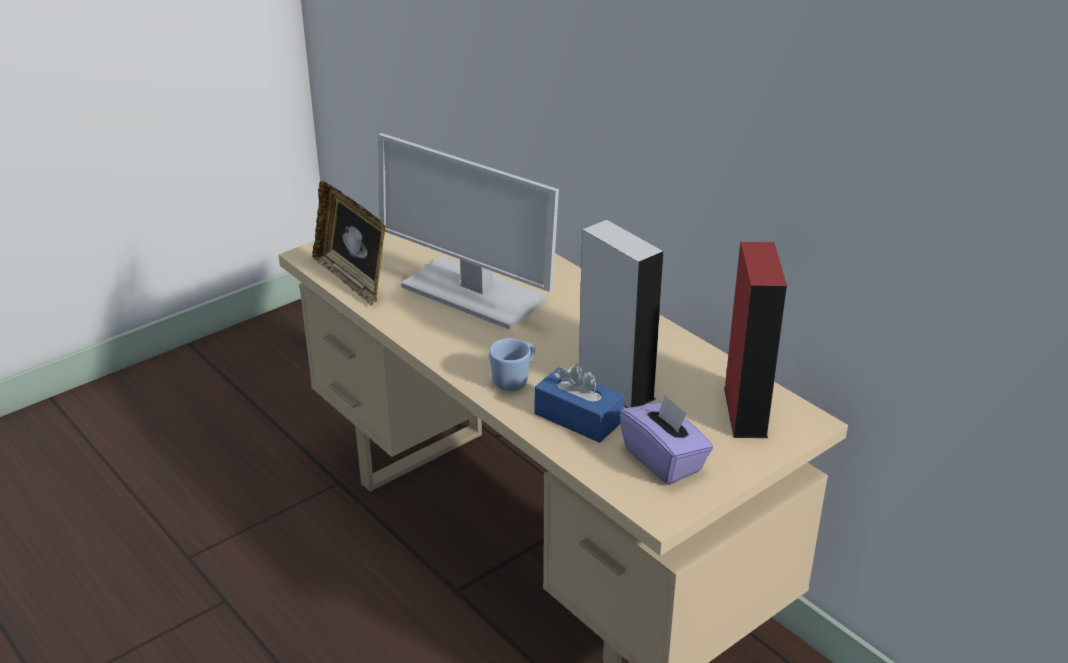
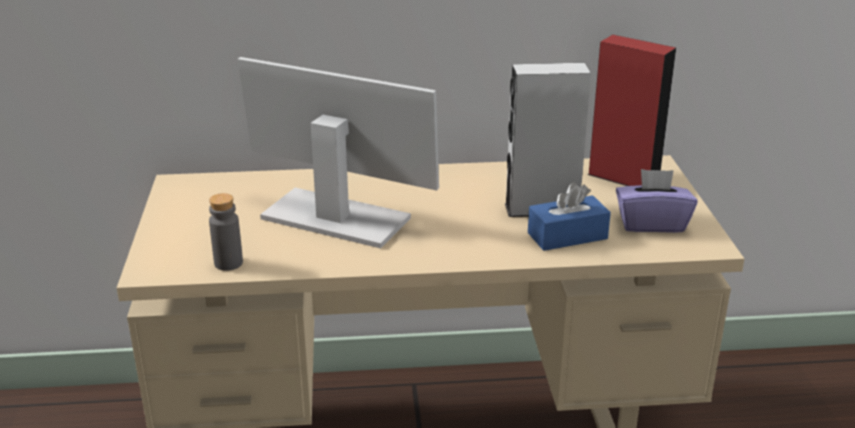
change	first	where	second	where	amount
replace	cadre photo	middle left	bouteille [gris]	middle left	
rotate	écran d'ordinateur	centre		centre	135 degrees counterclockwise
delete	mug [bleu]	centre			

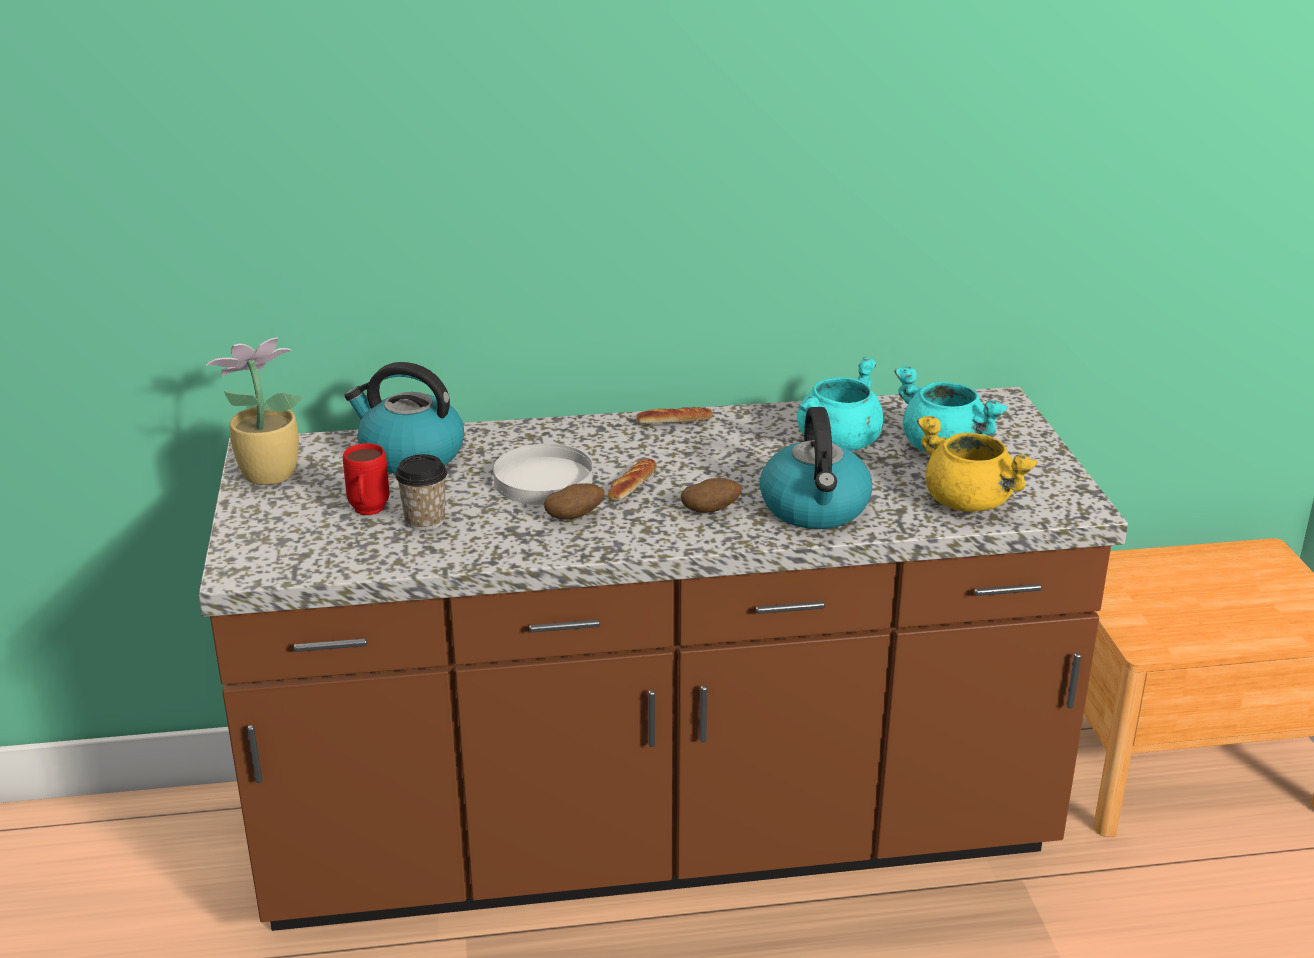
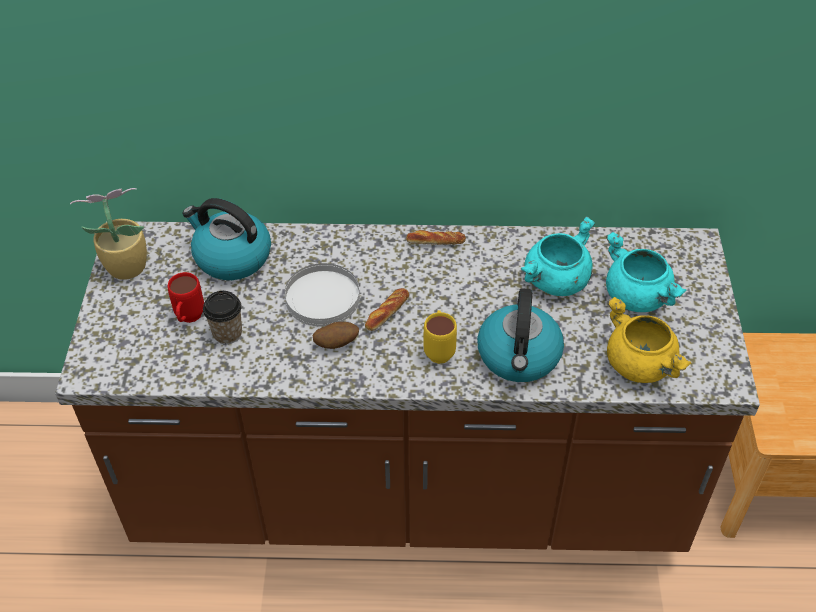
change	first	where	second	where	amount
replace	pomme de terre (2nd from left)	centre	mug [jaune]	centre	

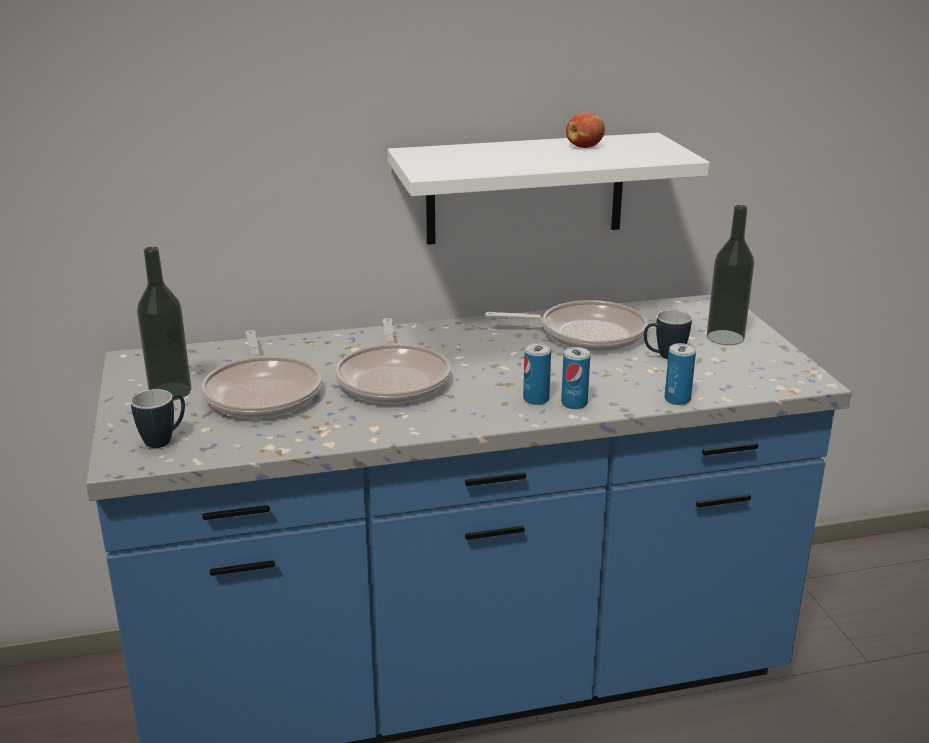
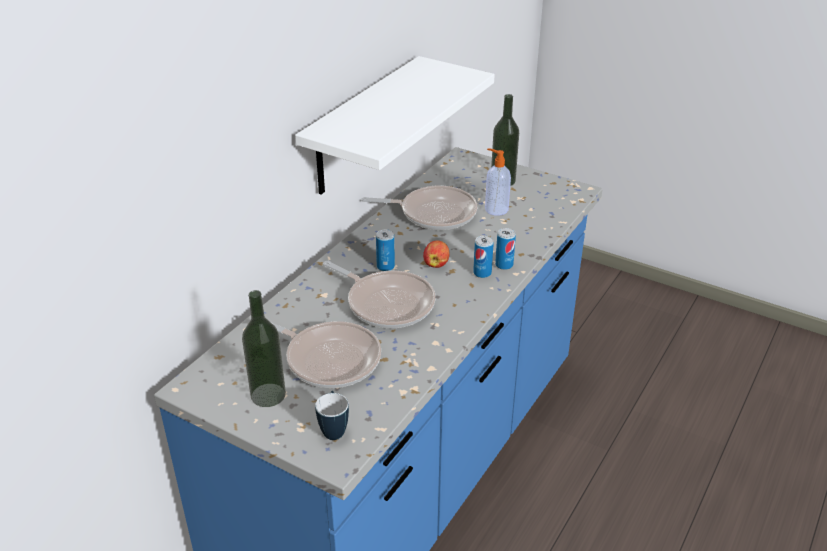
change	first	where	second	where	amount
rotate	poêle (3rd from left)	centre		centre	45 degrees clockwise
move	pomme	top centre		centre	
replace	mug (2nd from left)	middle right	distributeur de savon	top centre	
move	boîte métallique (3rd from left in the first image)	middle right	boîte métallique (1st from left)	centre	

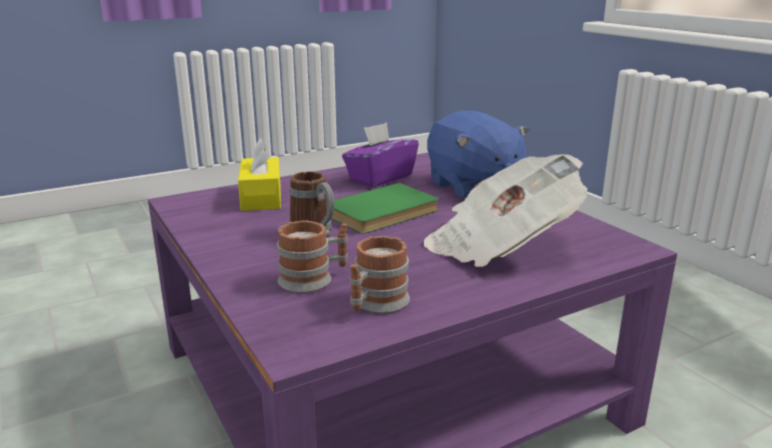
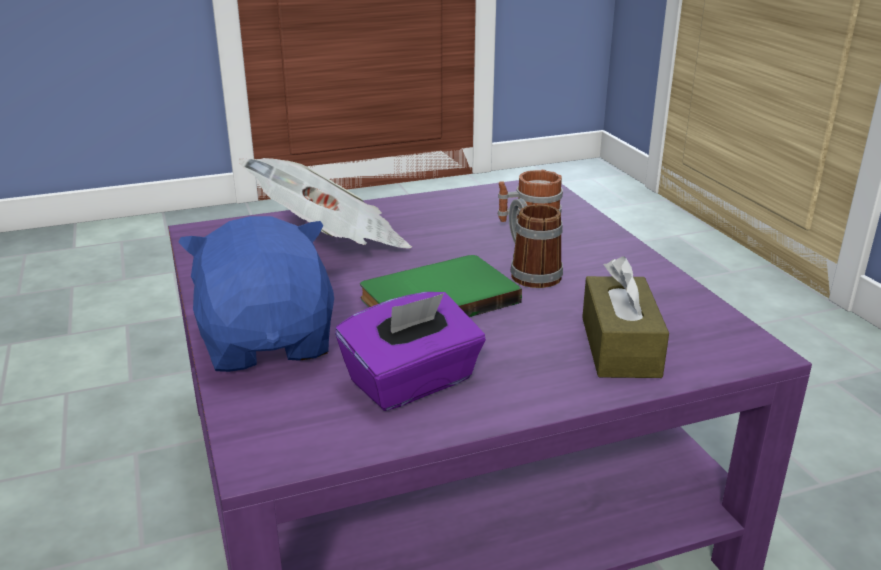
change	first	where	second	where	amount
recolor	boîte à mouchoirs [jaune]	centre	boîte à mouchoirs [marron]	middle right	
delete	mug (3rd from left)	centre			

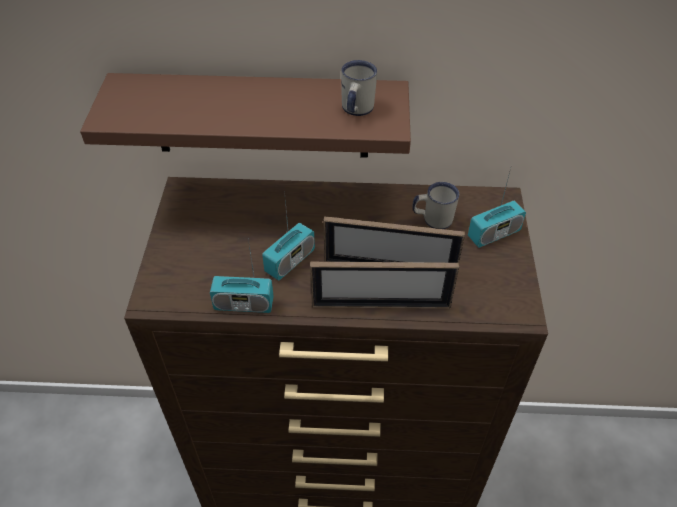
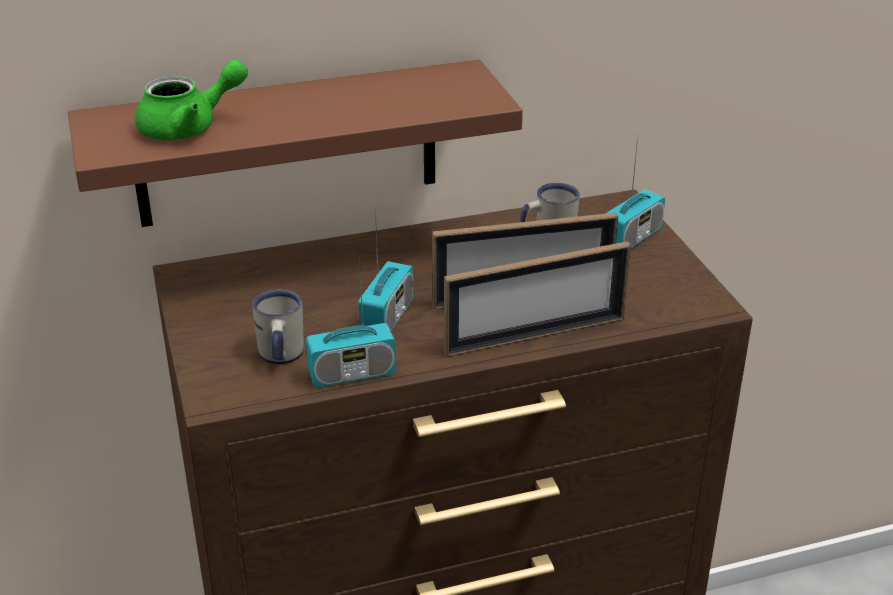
change	first	where	second	where	amount
move	mug [blanc] (1st from left)	top centre		middle left	
insert			théière [vert]	top left	

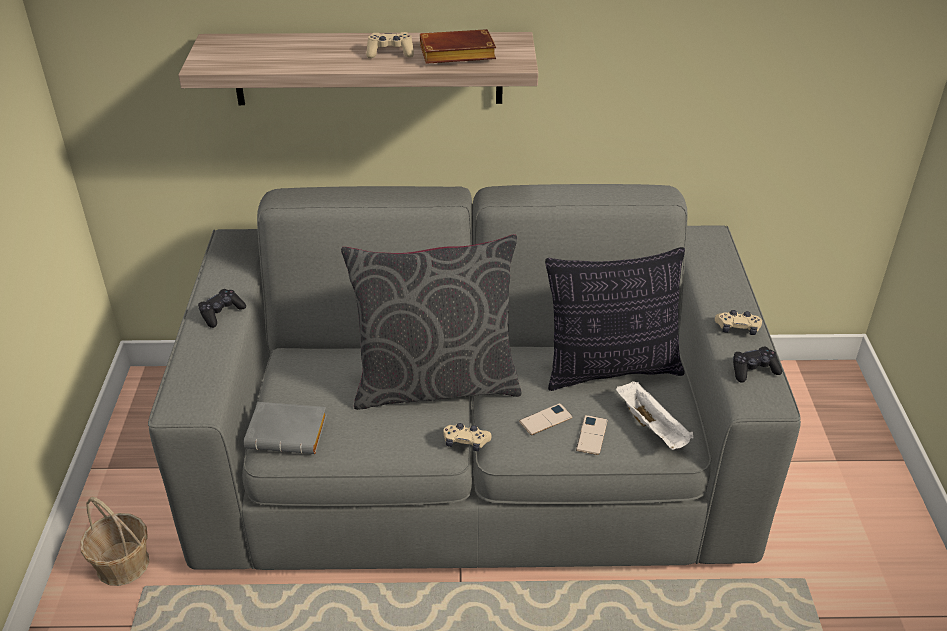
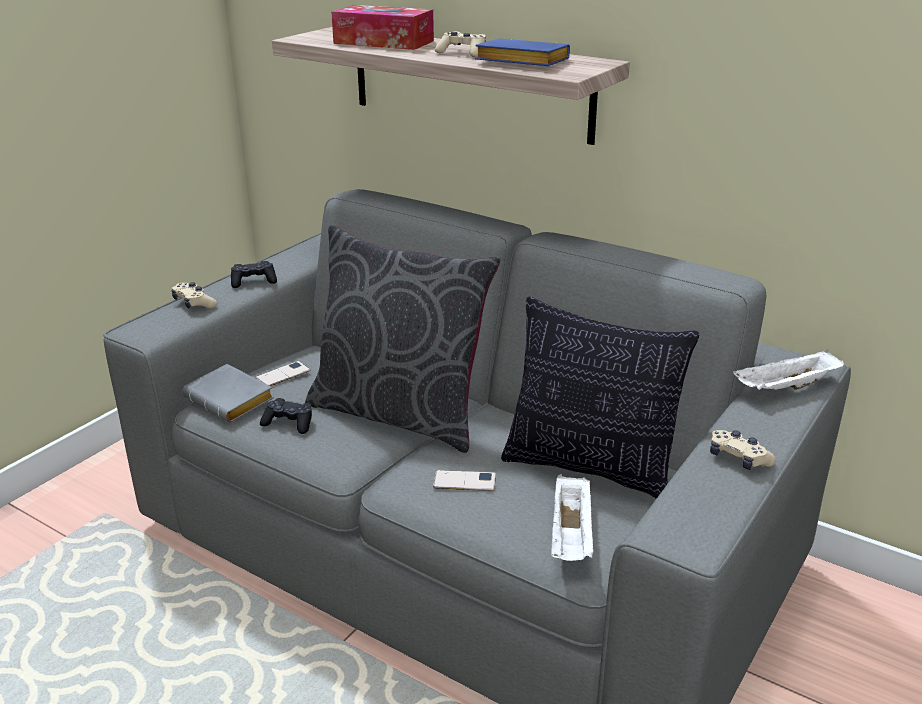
change	first	where	second	where	amount
delete	panier	bottom left			
recolor	livre [marron]	top centre	livre [bleu]	top centre	
move	manette [beige] (2nd from left in the first image)	bottom centre	manette [beige] (1st from left)	middle left	
move	téléphone (2nd from left in the first image)	bottom centre	téléphone (1st from left)	middle left	
move	manette [noir] (2nd from left)	middle right		middle left	
insert			boîte à mouchoirs	top centre	
insert			plateau [blanc] (2nd from left)	middle right	

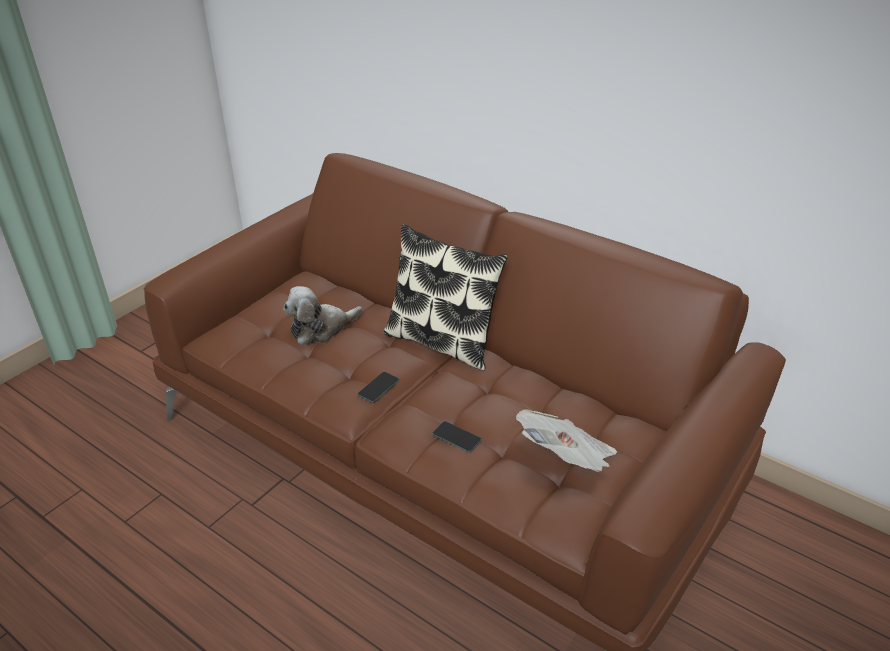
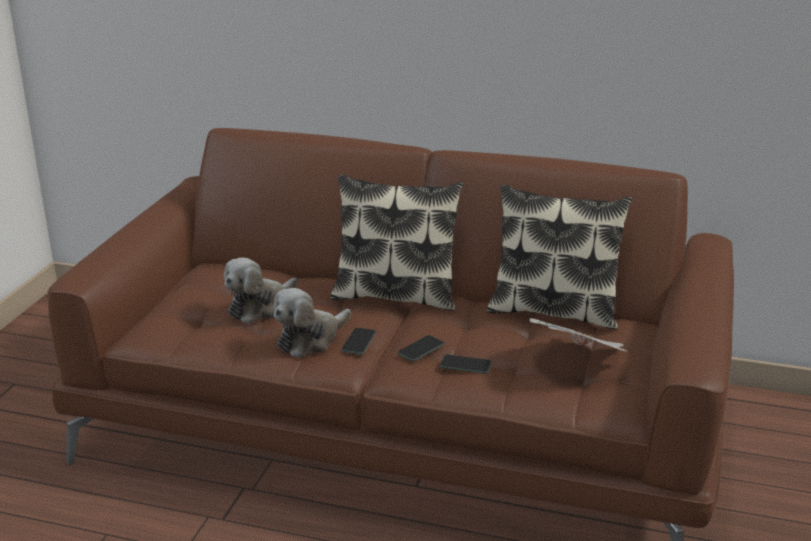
change	first	where	second	where	amount
insert			peluche (2nd from left)	centre	
insert			téléphone (2nd from left)	centre	
insert			coussin (2nd from left)	middle right	

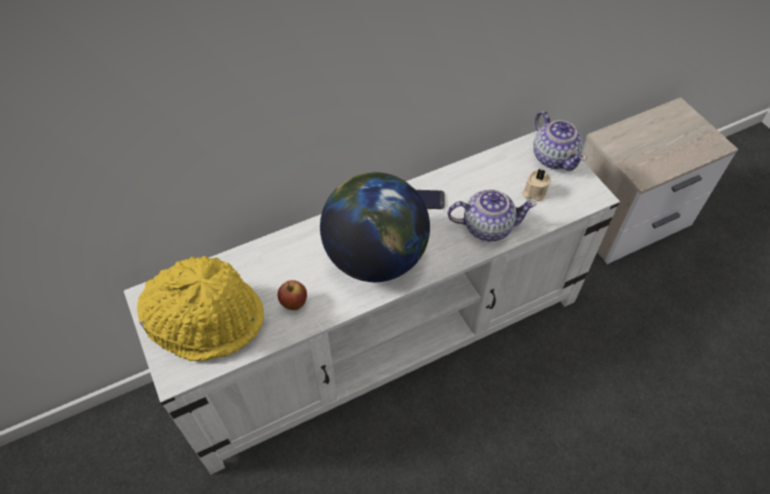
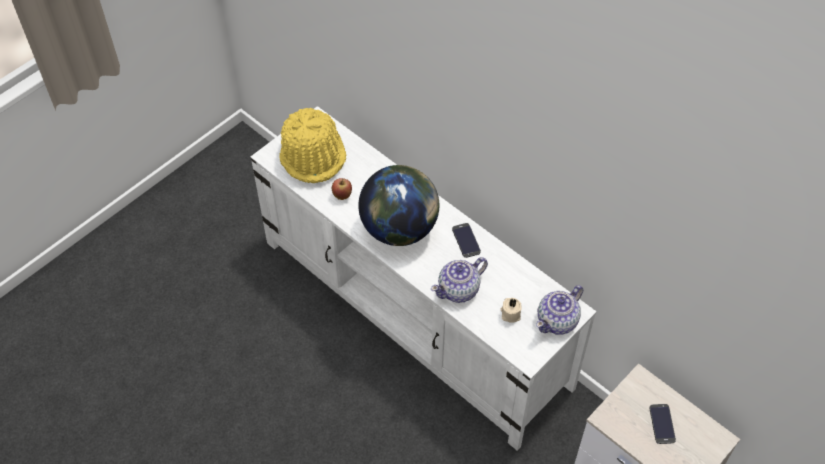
change	first	where	second	where	amount
rotate	théière (1st from left)	centre		centre	75 degrees clockwise
insert			téléphone (2nd from left)	bottom right	

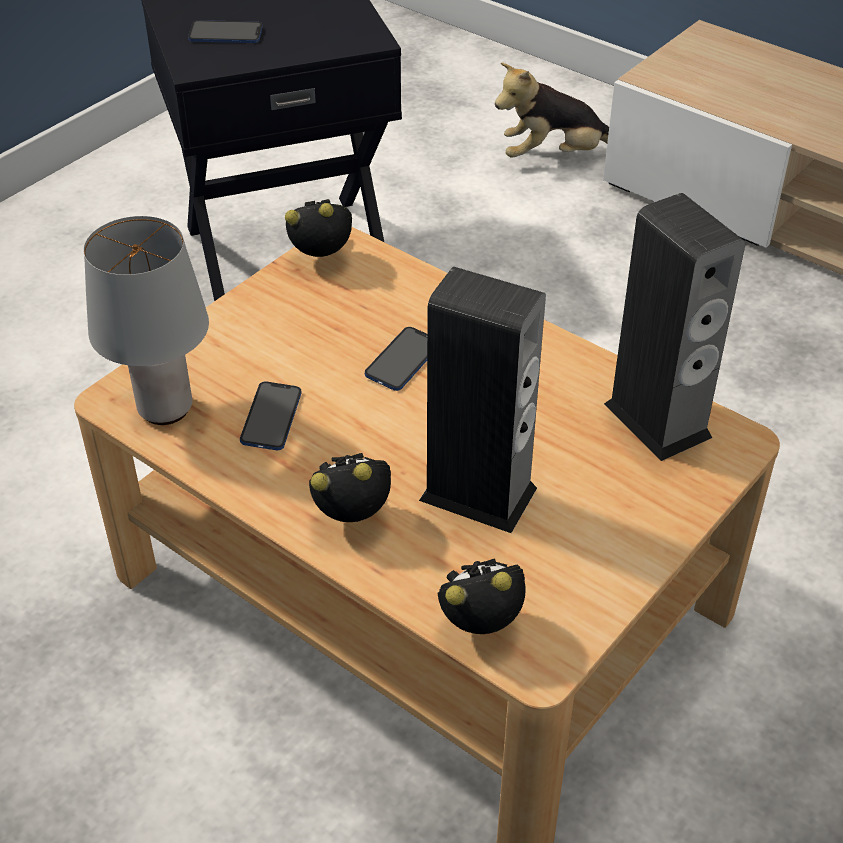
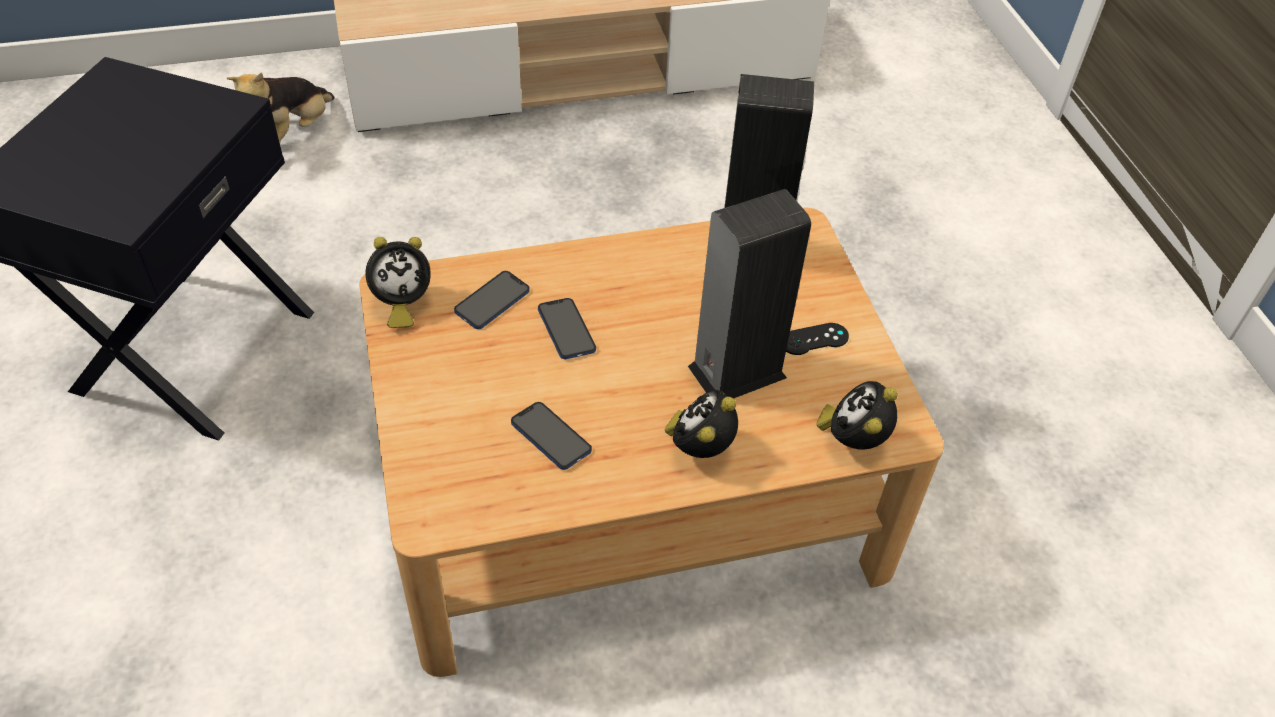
change	first	where	second	where	amount
delete	lampe de table [gris]	middle left			
move	téléphone (1st from left)	top left		centre	
rotate	réveil (1st from left)	top centre		middle left	150 degrees counterclockwise
insert			manette [noir]	centre	

